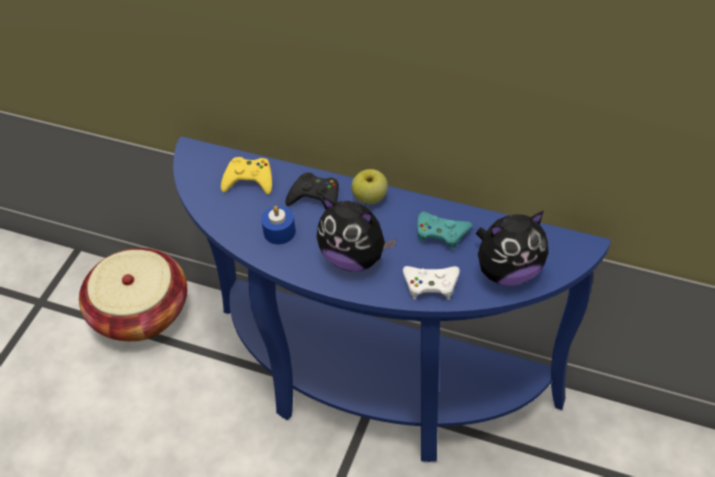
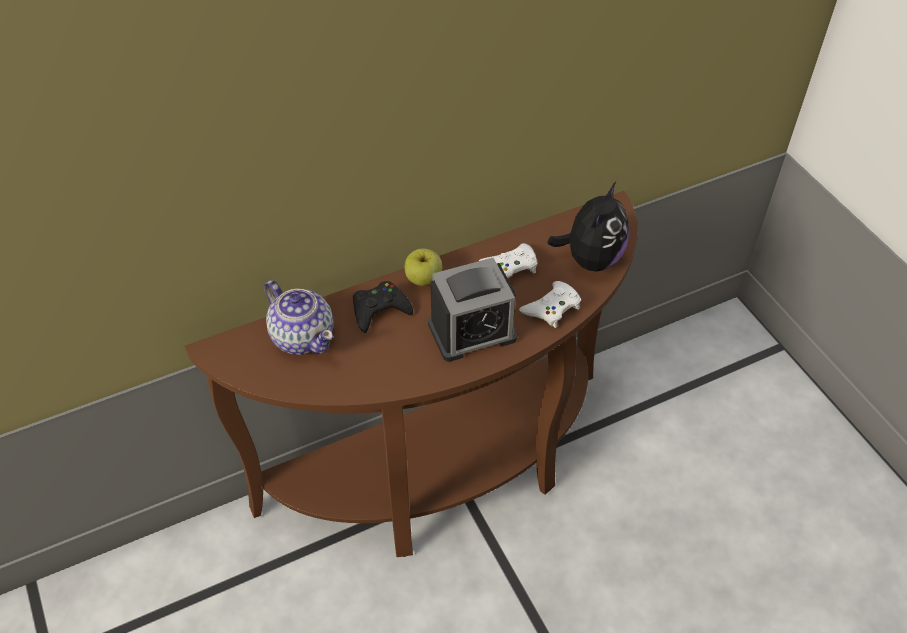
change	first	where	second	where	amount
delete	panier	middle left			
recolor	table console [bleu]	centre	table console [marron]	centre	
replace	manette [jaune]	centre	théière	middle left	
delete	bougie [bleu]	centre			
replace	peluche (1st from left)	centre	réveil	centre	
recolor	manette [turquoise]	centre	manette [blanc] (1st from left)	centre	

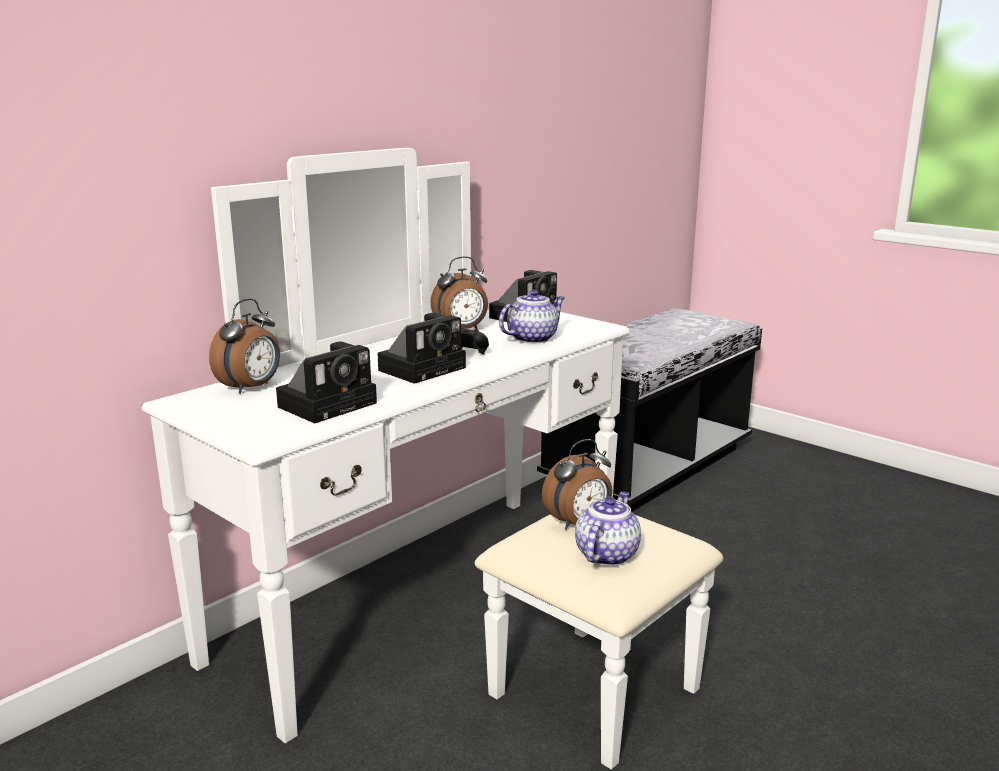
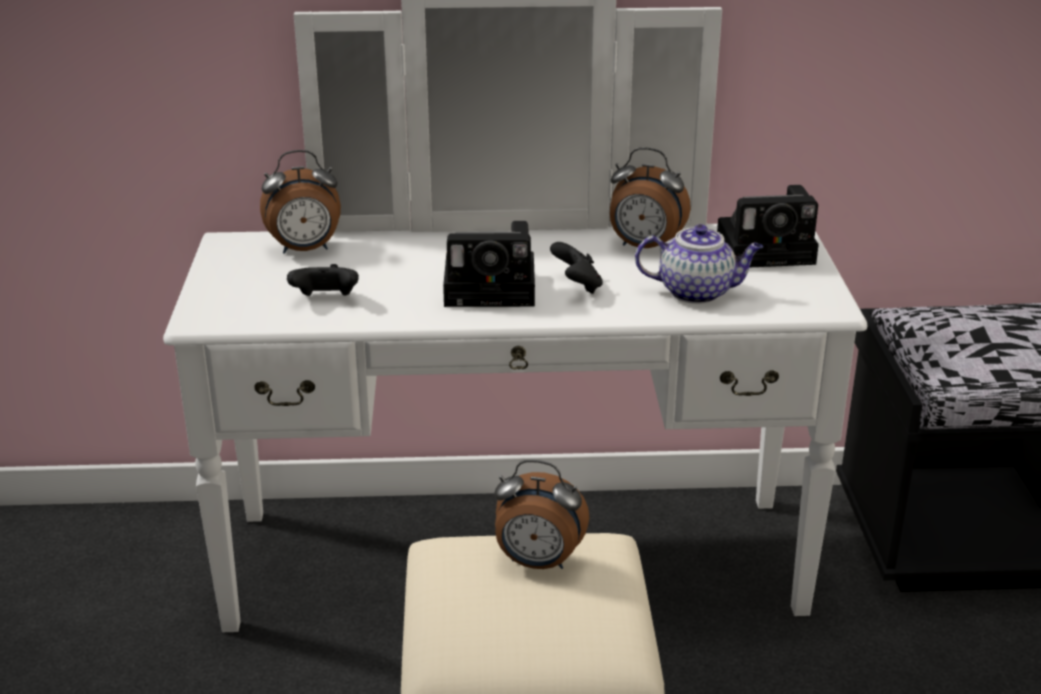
change	first	where	second	where	amount
replace	appareil photo (1st from left)	middle left	manette [noir] (1st from left)	middle left	
delete	théière (2nd from left)	bottom centre			

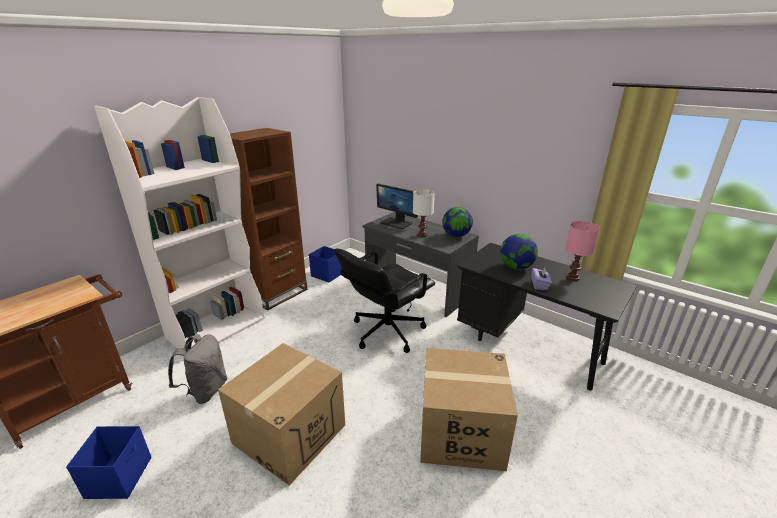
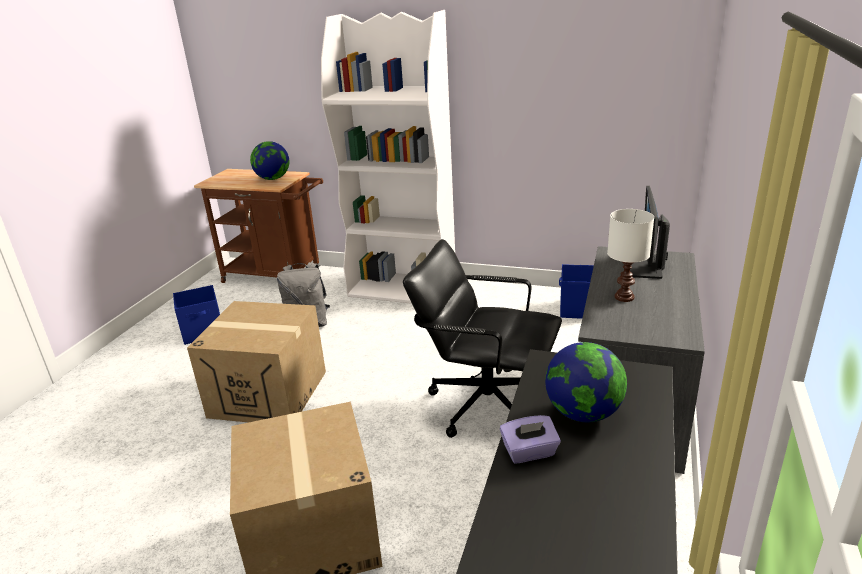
change	first	where	second	where	amount
delete	bibliothèque [marron]	centre			
move	globe (1st from left)	centre		top left	
delete	lampe de table [rose]	middle right			

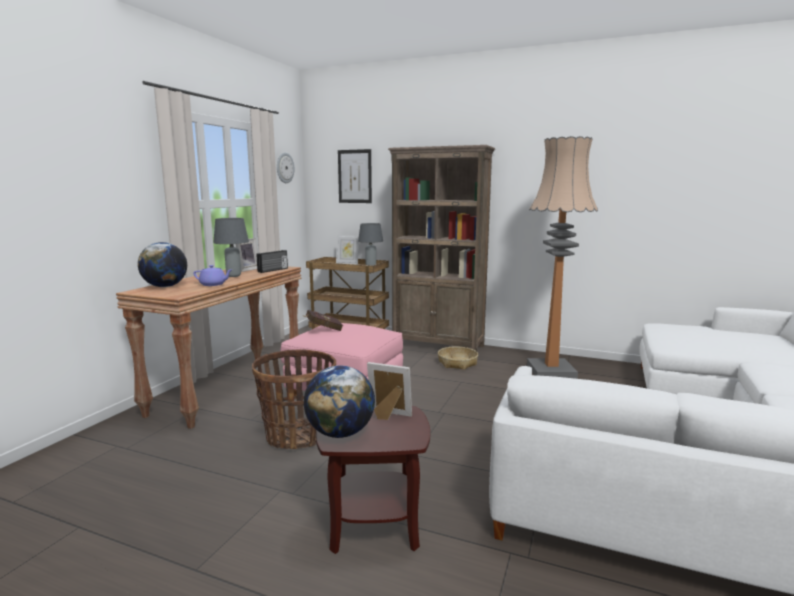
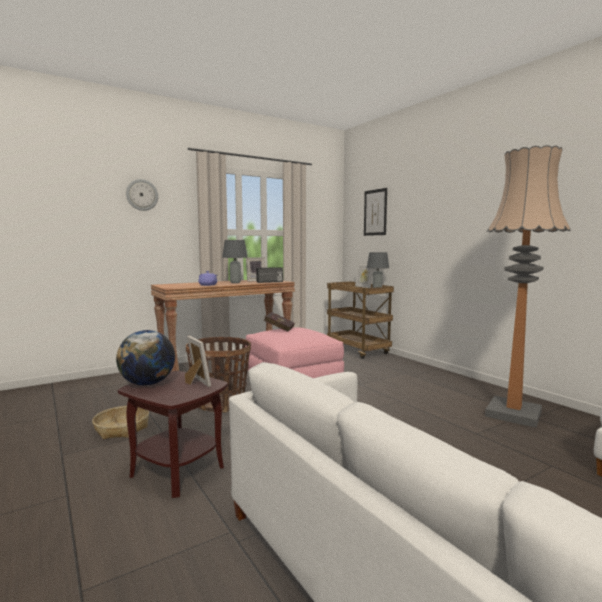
change	first	where	second	where	amount
delete	globe (1st from left)	middle left			
move	horloge murale	top centre		top left	
delete	bibliothèque [marron]	centre			
move	panier (2nd from left in the first image)	centre	panier (1st from left)	bottom left	

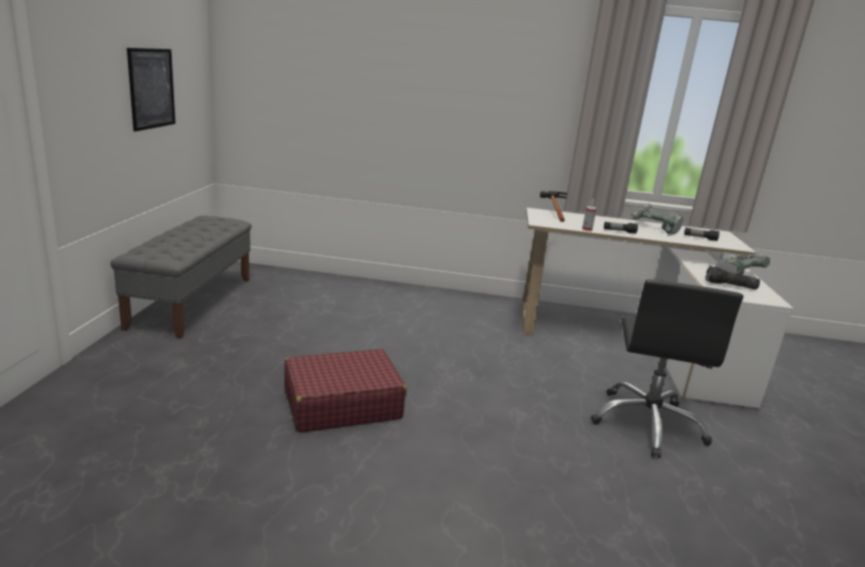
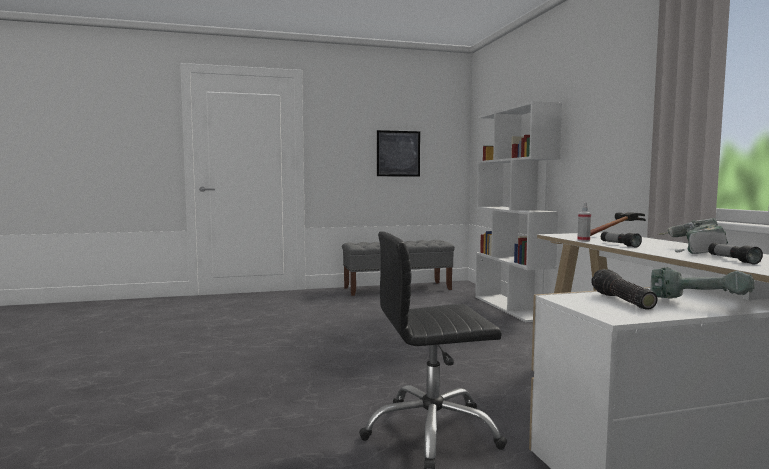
change	first	where	second	where	amount
delete	valise [rouge]	bottom centre			
insert			bibliothèque [blanc]	middle right	

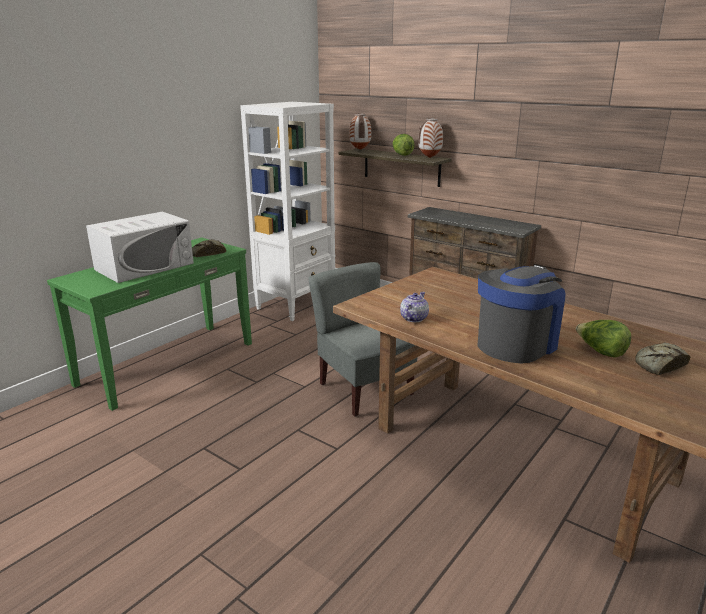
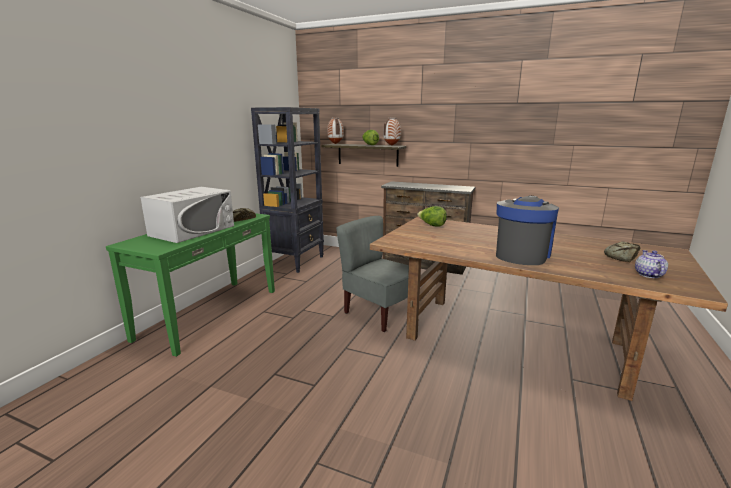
change	first	where	second	where	amount
recolor	bibliothèque [blanc]	centre	bibliothèque [noir]	centre	
move	théière	centre		middle right	
move	laitue (2nd from left)	middle right		centre	

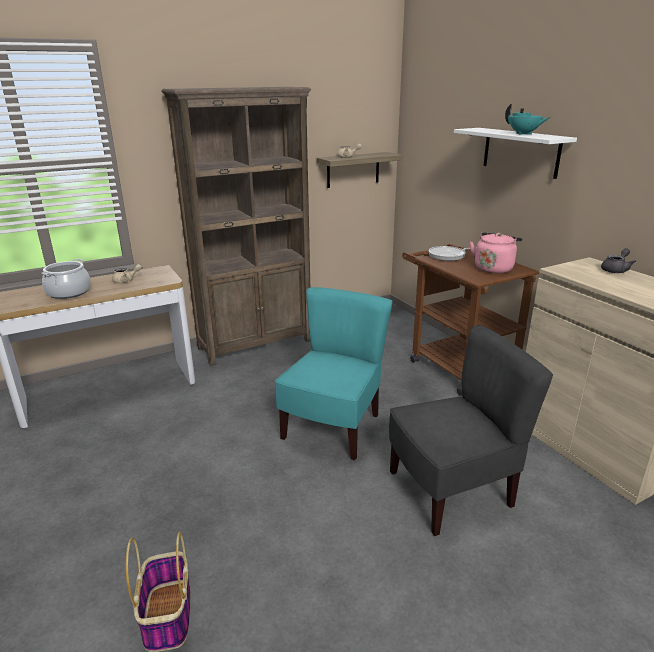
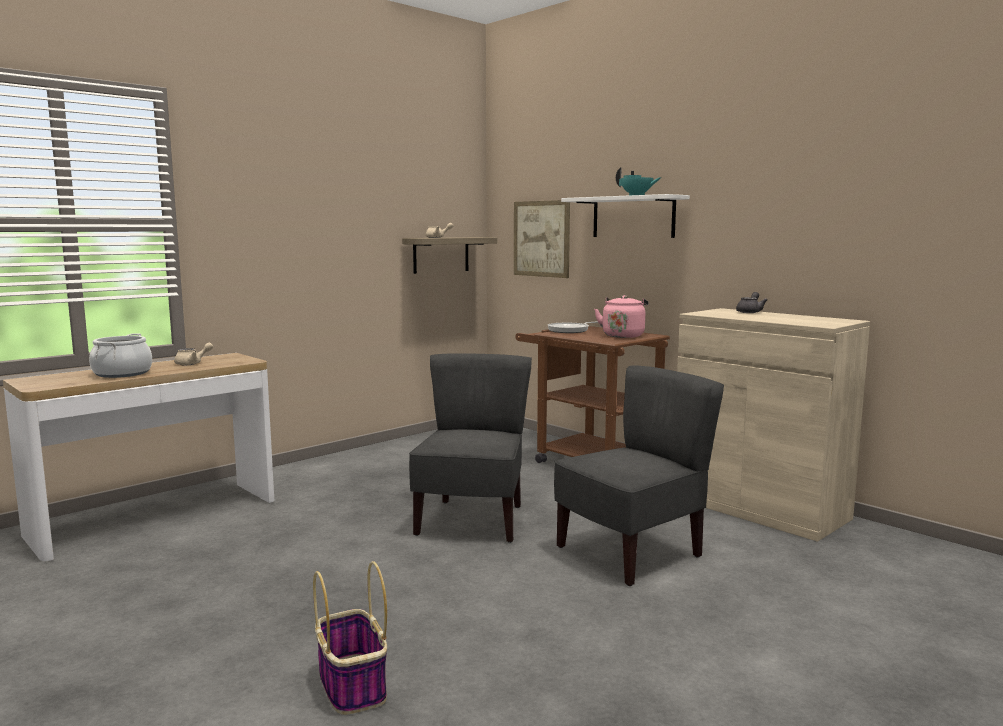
change	first	where	second	where	amount
delete	bibliothèque [marron]	centre			
recolor	chaise [turquoise]	centre	chaise [gris] (1st from left)	centre	
insert			tableau	top centre	

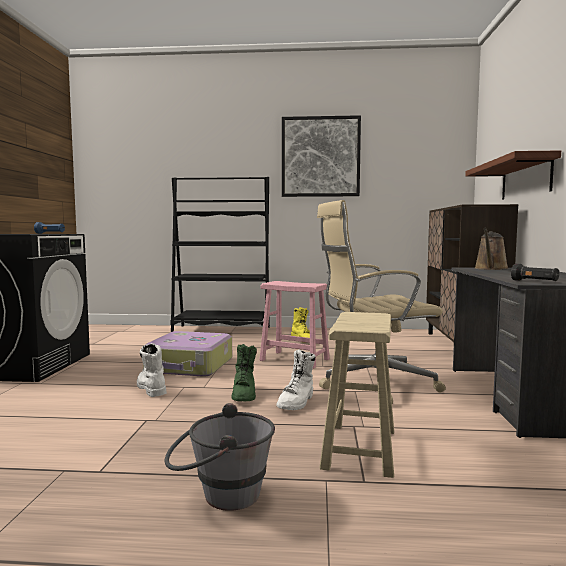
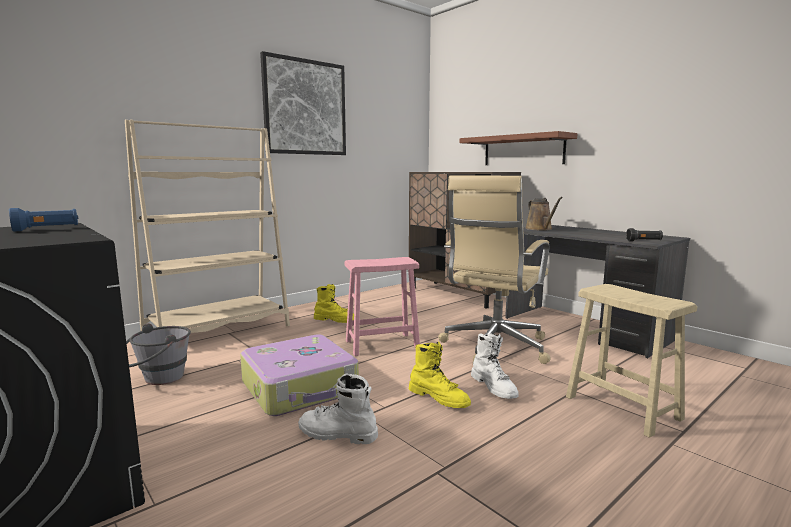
change	first	where	second	where	amount
move	seau [gris]	bottom centre		bottom left	
recolor	bibliothèque [noir]	centre	bibliothèque [beige]	middle left	
recolor	botte [vert]	centre	botte [jaune] (2nd from left)	bottom centre	

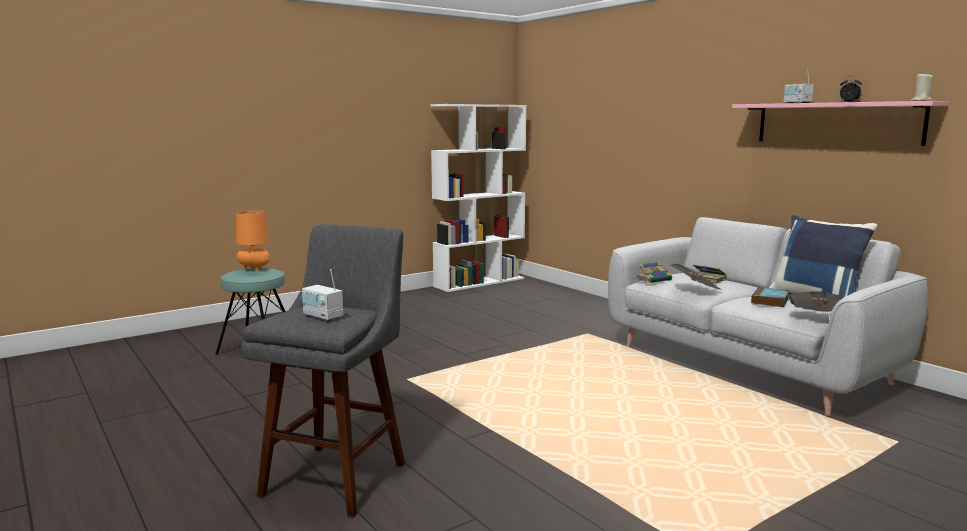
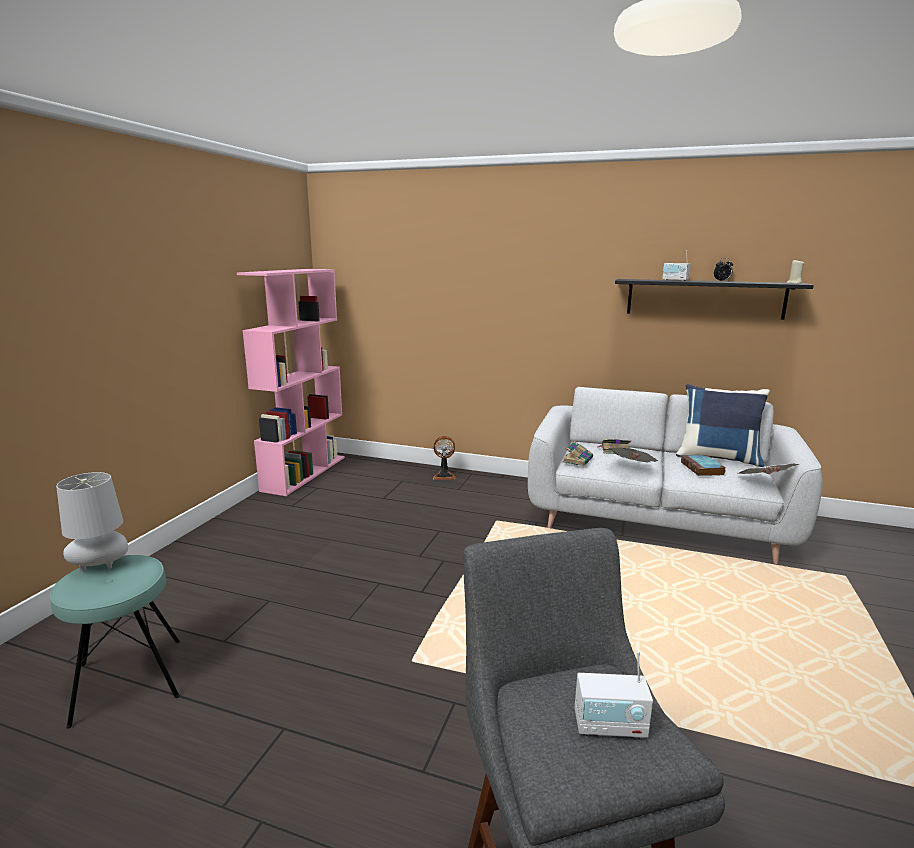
change	first	where	second	where	amount
recolor	lampe de table [orange]	middle left	lampe de table [gris]	middle left	
recolor	bibliothèque [blanc]	centre	bibliothèque [rose]	middle left	
recolor	étagère [rose]	top right	étagère [noir]	middle right	
insert			ventilateur	centre	

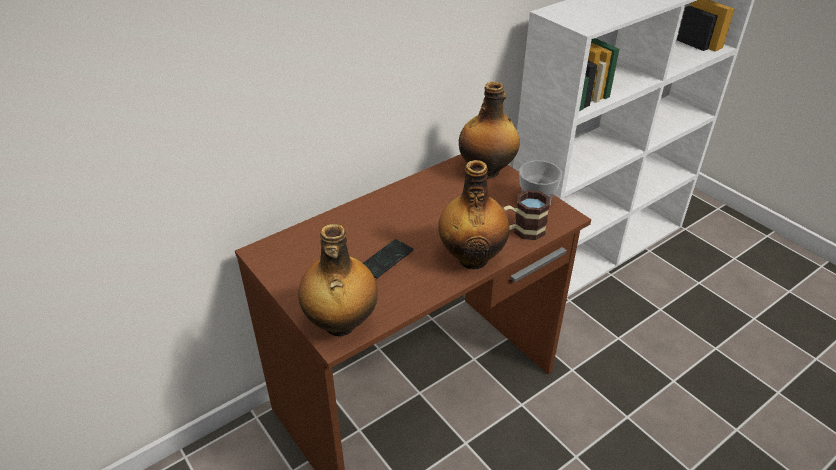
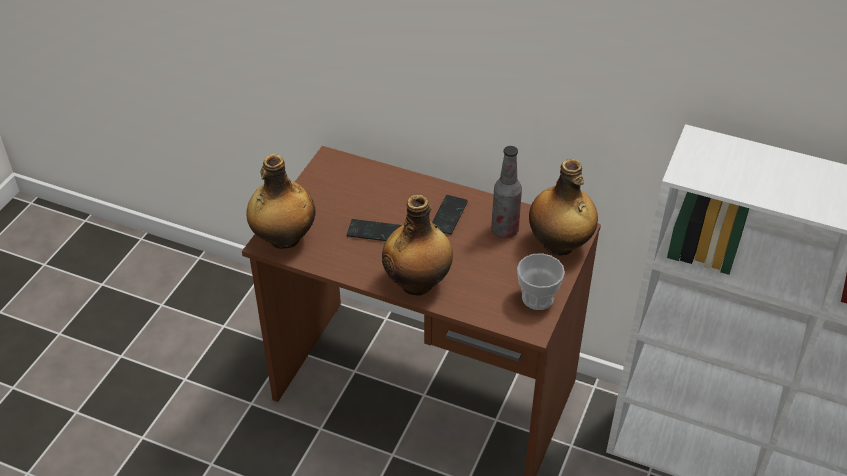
change	first	where	second	where	amount
delete	mug	centre			
insert			téléphone (2nd from left)	centre	
insert			bouteille (3rd from left)	centre	

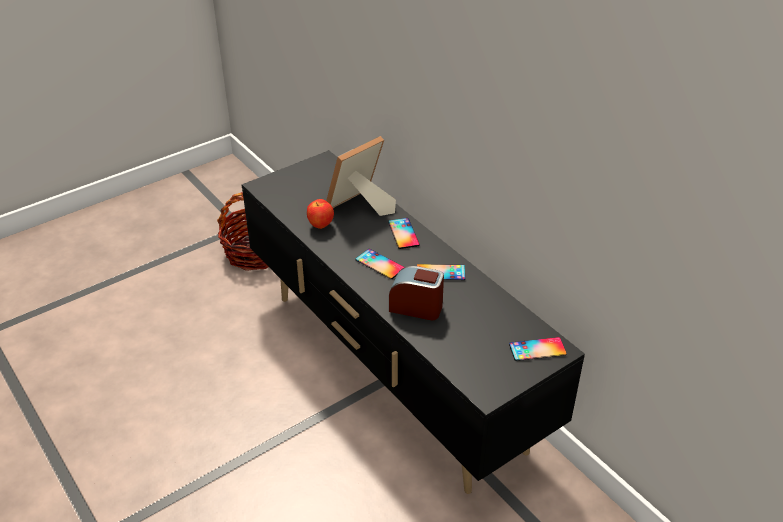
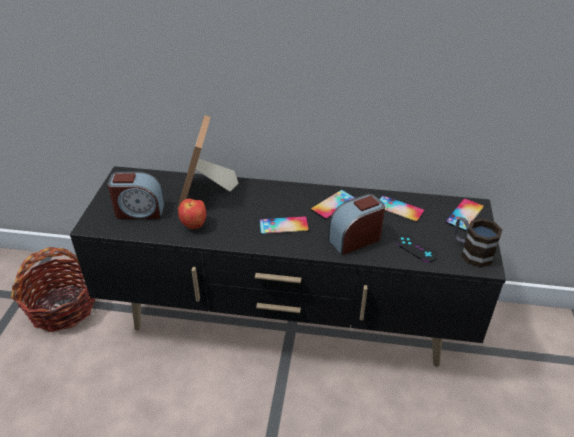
change	first	where	second	where	amount
move	téléphone (2nd from left in the first image)	centre	téléphone (3rd from left)	middle right	
insert			réveil (1st from left)	middle left	
insert			manette [noir]	middle right	
insert			mug	middle right	

